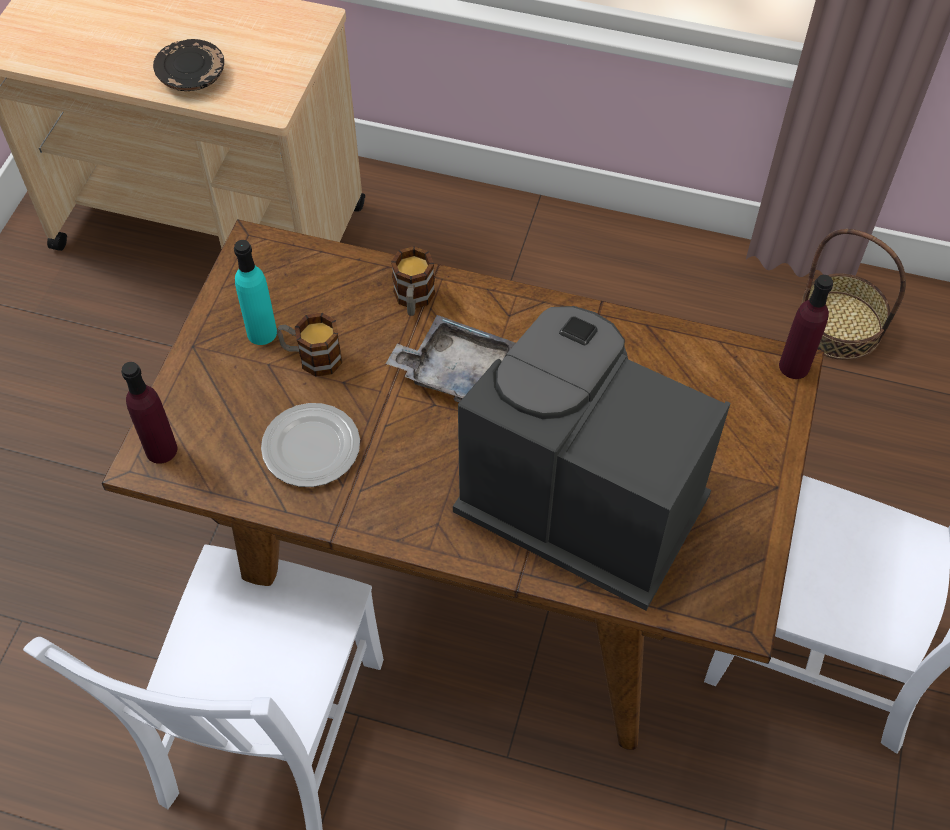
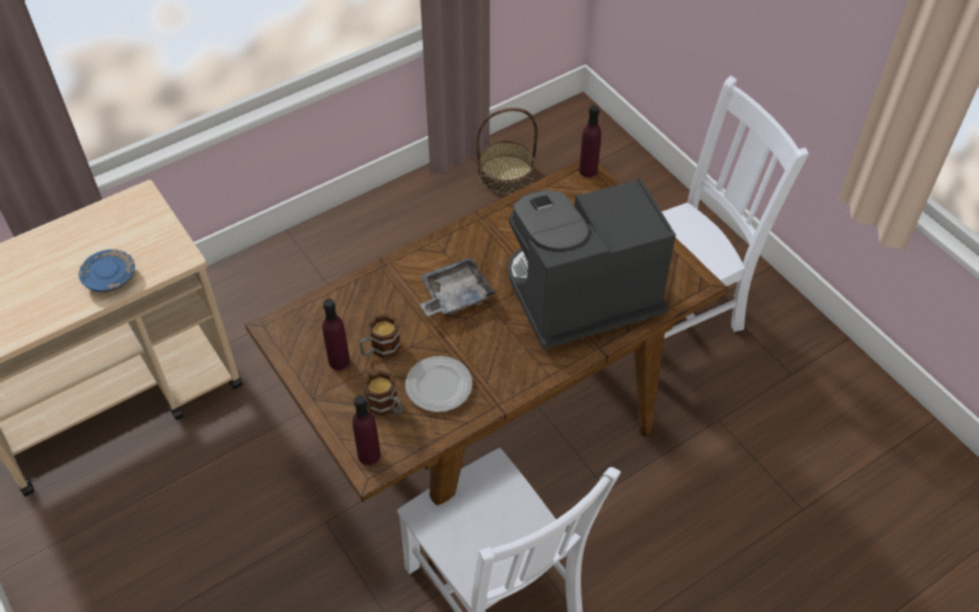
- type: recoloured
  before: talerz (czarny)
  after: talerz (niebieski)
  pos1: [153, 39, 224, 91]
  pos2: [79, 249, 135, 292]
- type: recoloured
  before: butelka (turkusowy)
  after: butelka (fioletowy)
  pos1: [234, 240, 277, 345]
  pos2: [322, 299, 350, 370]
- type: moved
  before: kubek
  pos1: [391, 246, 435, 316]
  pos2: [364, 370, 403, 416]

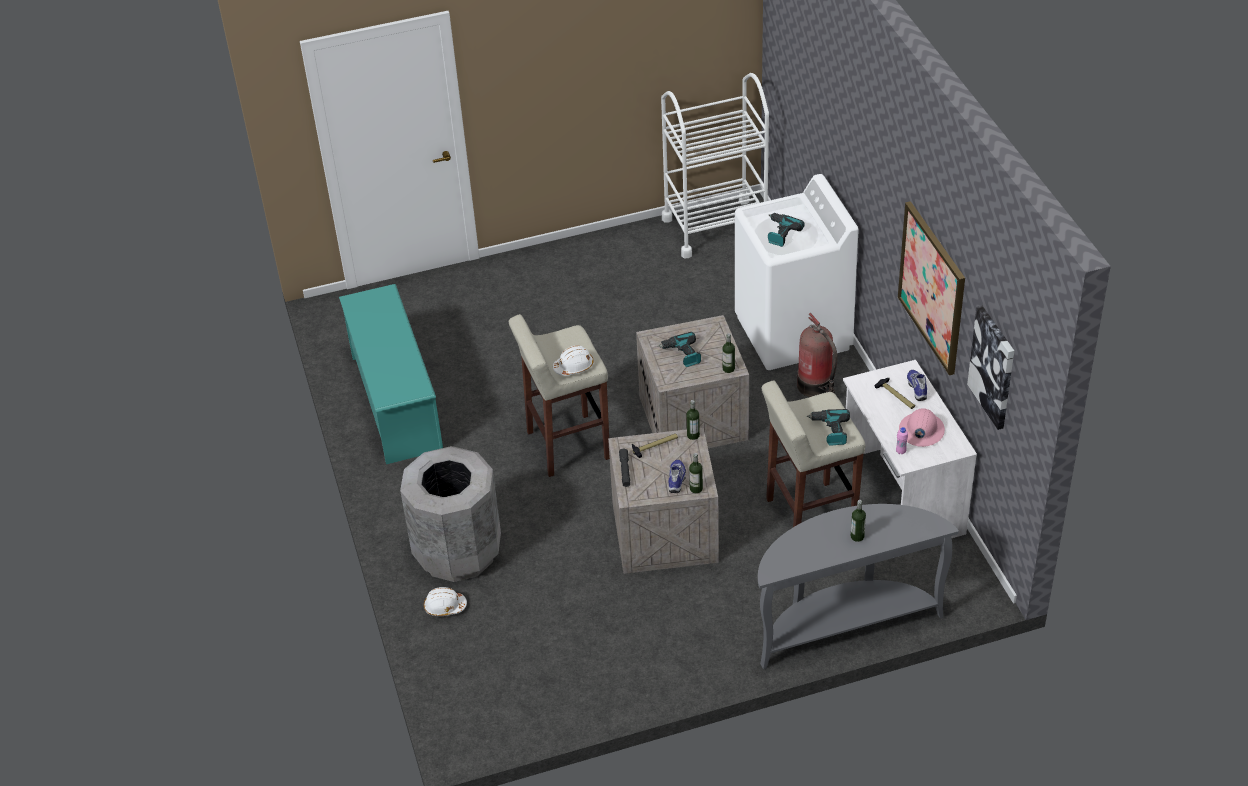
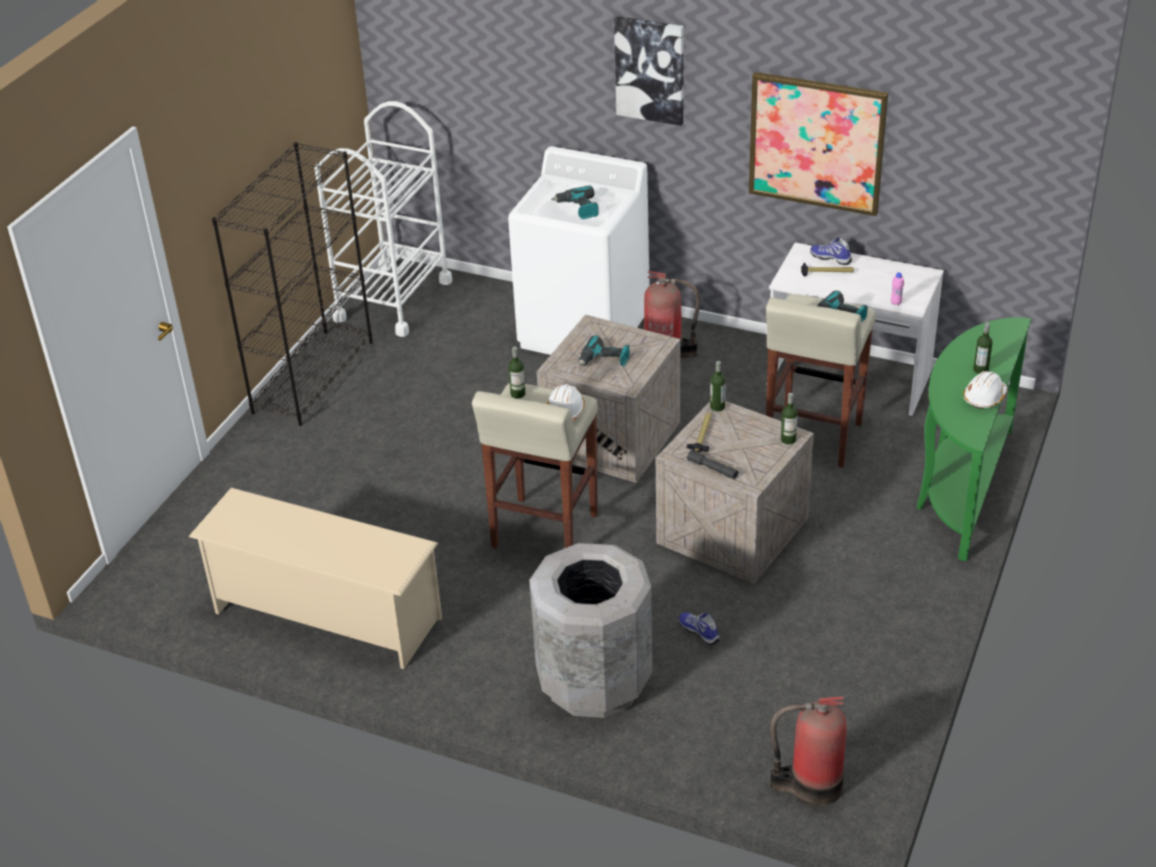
- type: recoloured
  before: regał na buty (turkusowy)
  after: regał na buty (beżowy)
  pos1: [339, 284, 443, 464]
  pos2: [189, 488, 442, 669]
- type: added
  after: regał (czarny)
  pos2: [212, 142, 373, 426]
- type: moved
  before: butelka
  pos1: [723, 333, 735, 373]
  pos2: [508, 346, 525, 399]
- type: moved
  before: obraz
  pos1: [967, 306, 1014, 430]
  pos2: [614, 16, 684, 126]
- type: moved
  before: but
  pos1: [668, 460, 686, 493]
  pos2: [679, 612, 719, 646]
- type: added
  after: gaśnica
  pos2: [770, 696, 847, 806]
- type: recoloured
  before: stolik konsolowy (szary)
  after: stolik konsolowy (zielony)
  pos1: [758, 504, 959, 669]
  pos2: [917, 317, 1031, 561]
- type: moved
  before: kask (biały)
  pos1: [424, 587, 467, 616]
  pos2: [963, 371, 1007, 409]
- type: removed
  before: kask (różowy)
  pos1: [899, 408, 945, 447]

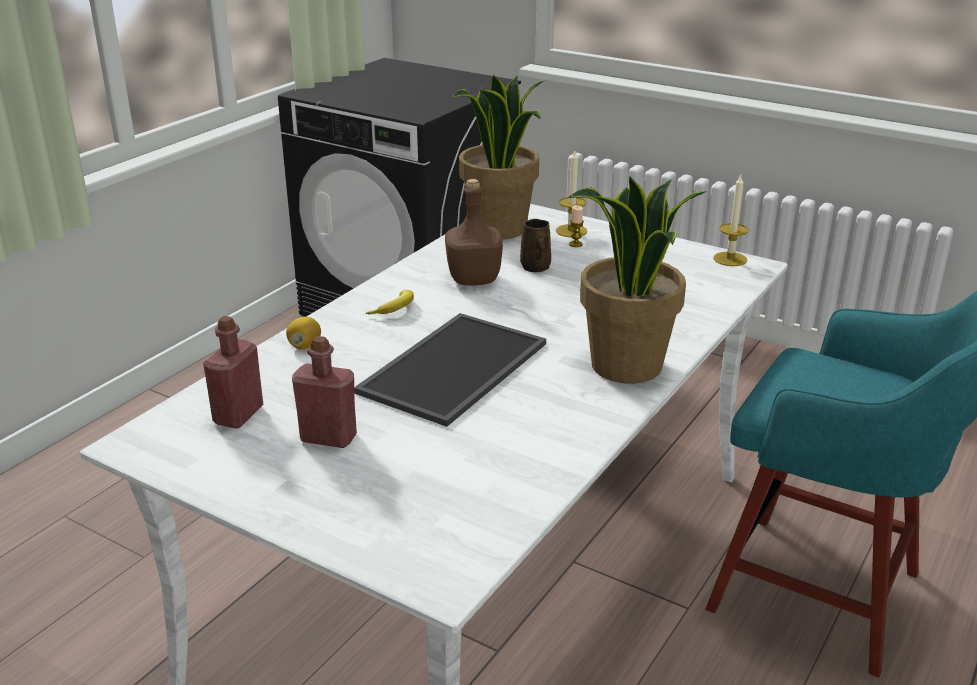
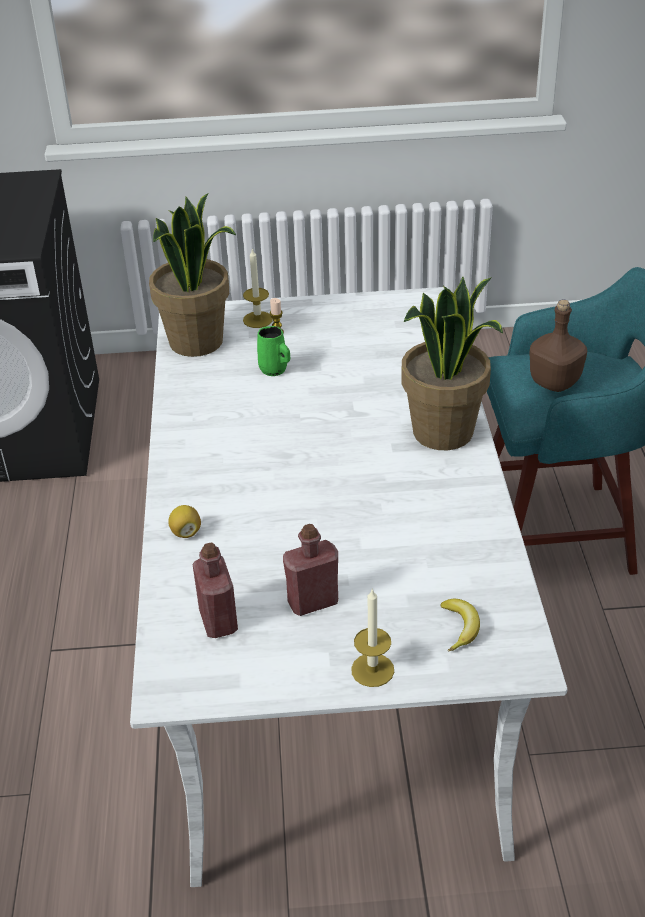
- type: recoloured
  before: kubek (brązowy)
  after: kubek (zielony)
  pos1: [520, 219, 551, 272]
  pos2: [257, 326, 290, 376]
- type: moved
  before: świeca
  pos1: [714, 174, 749, 266]
  pos2: [351, 588, 394, 687]
- type: moved
  before: banan
  pos1: [365, 290, 414, 315]
  pos2: [440, 599, 480, 652]
- type: moved
  before: butelka (brązowy)
  pos1: [445, 179, 503, 286]
  pos2: [530, 300, 587, 392]
- type: removed
  before: taca
  pos1: [354, 313, 546, 427]

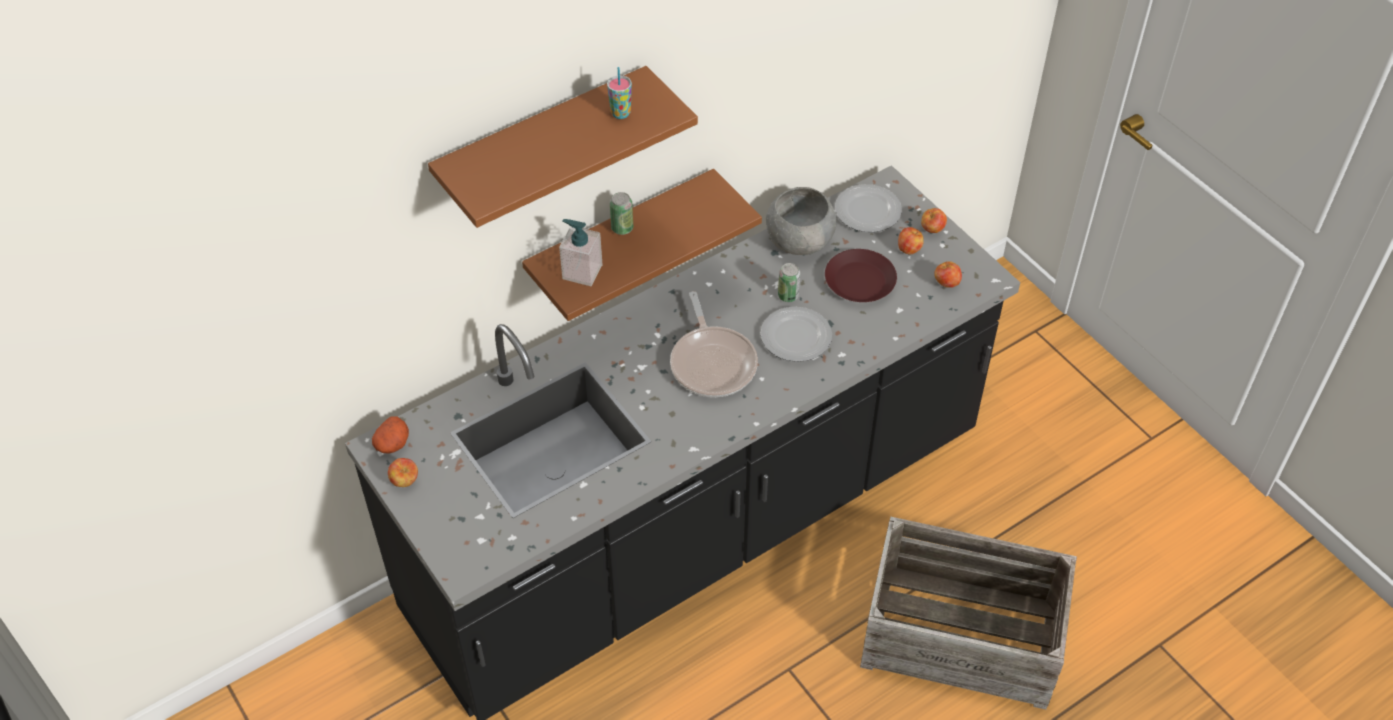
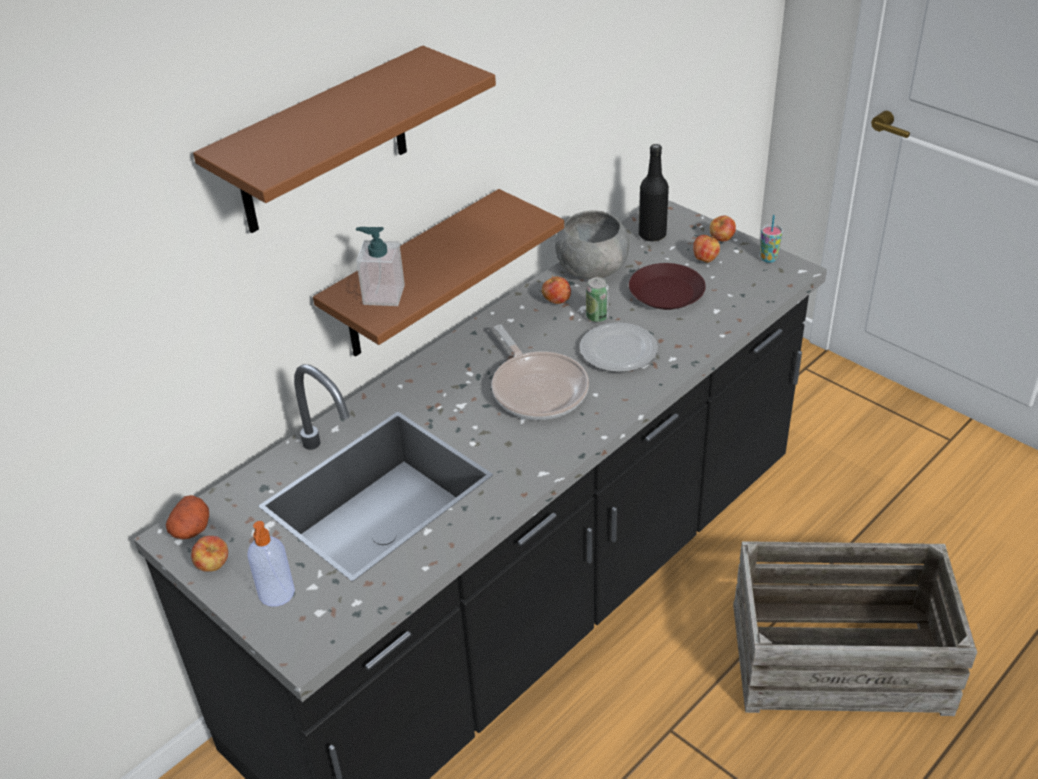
- type: added
  after: dozownik mydła
  pos2: [248, 521, 295, 607]
- type: moved
  before: jabłko
  pos1: [934, 261, 962, 288]
  pos2: [542, 275, 571, 304]
- type: replaced
  before: talerz
  after: butelka (czarny)
  pos1: [835, 184, 902, 232]
  pos2: [639, 144, 669, 242]
- type: moved
  before: filiżanka
  pos1: [607, 67, 632, 119]
  pos2: [760, 215, 783, 263]
- type: removed
  before: puszka
  pos1: [610, 192, 633, 235]

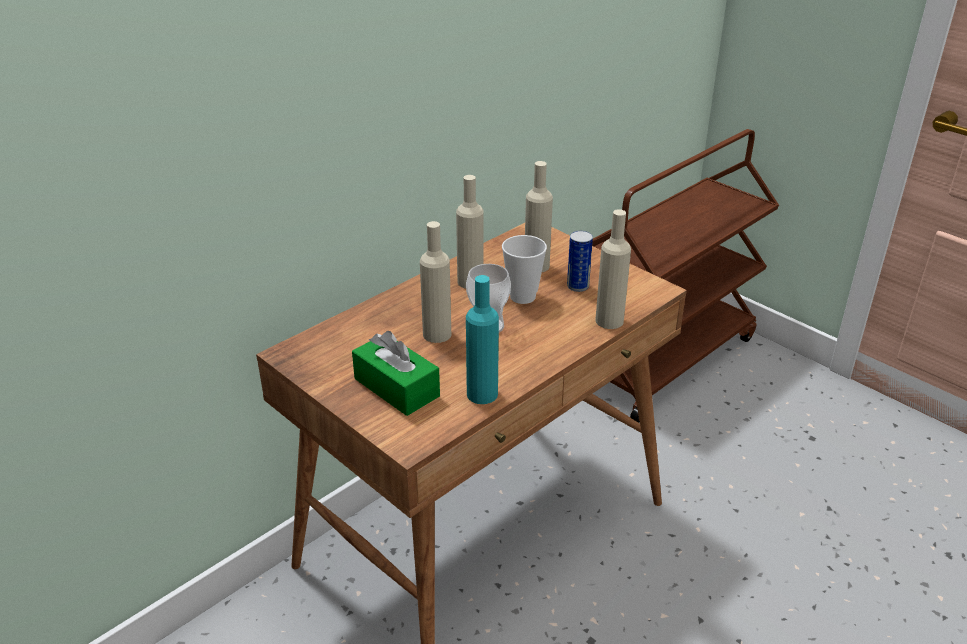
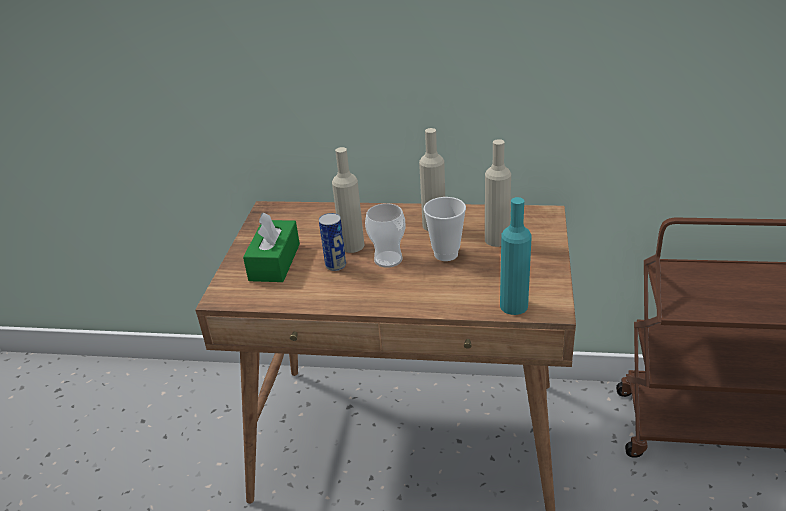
- type: moved
  before: puszka
  pos1: [567, 231, 593, 292]
  pos2: [319, 213, 346, 271]
- type: moved
  before: butelka (turkusowy)
  pos1: [466, 275, 499, 404]
  pos2: [500, 197, 532, 315]
- type: removed
  before: butelka (beżowy)
  pos1: [595, 209, 631, 329]

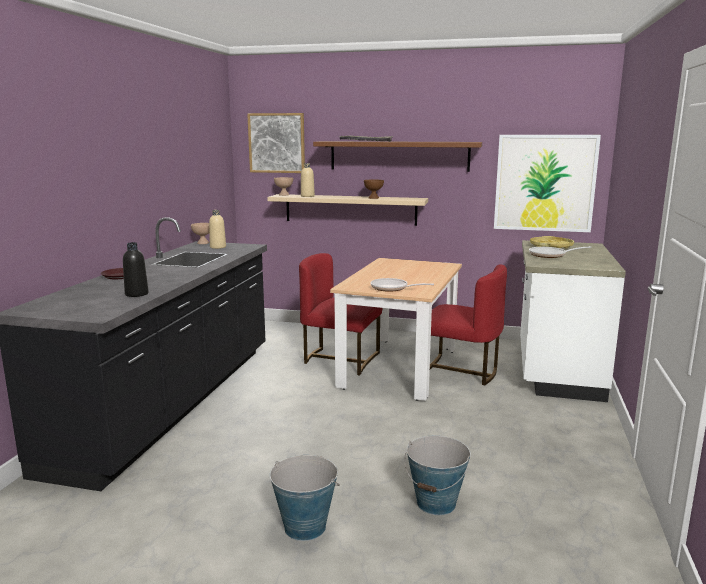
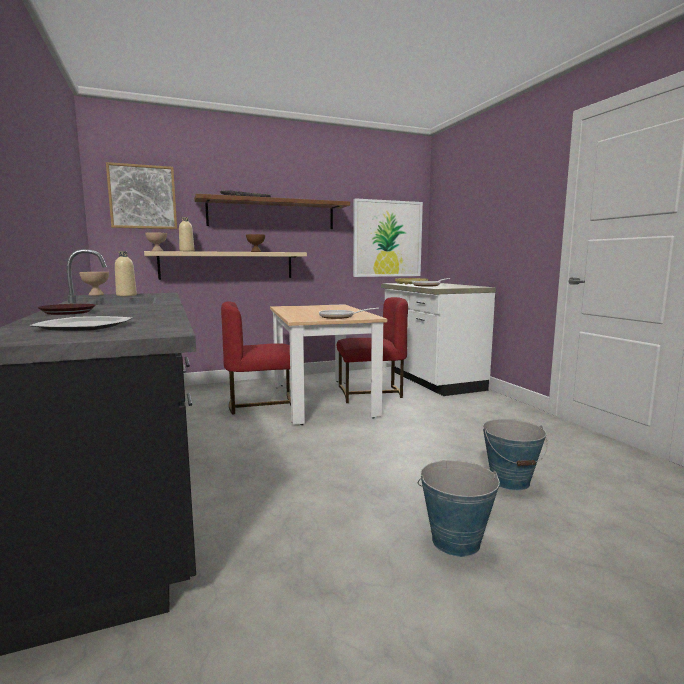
- type: added
  after: talerz
  pos2: [29, 316, 132, 331]
- type: removed
  before: butelka (czarny)
  pos1: [123, 242, 149, 297]

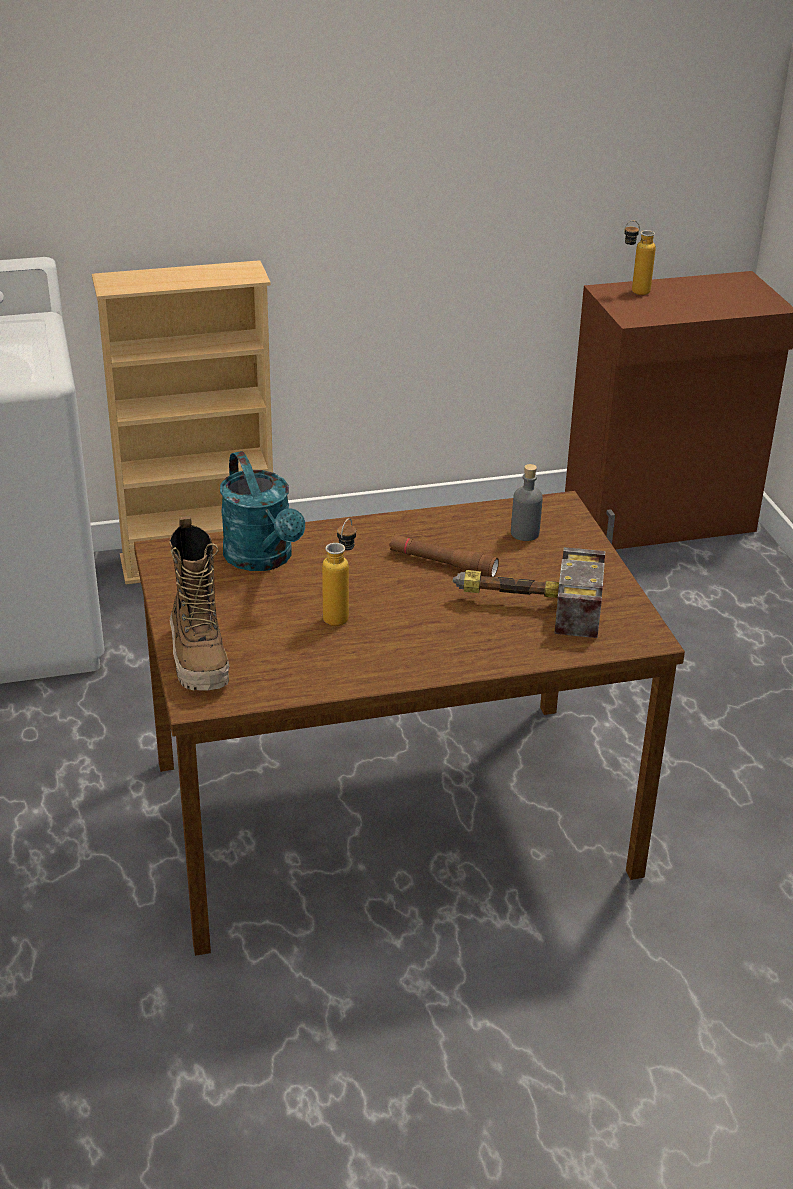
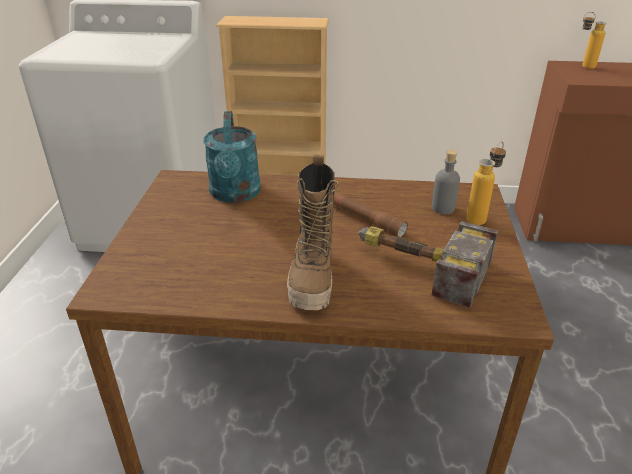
- type: moved
  before: but z cholewką
  pos1: [169, 516, 229, 691]
  pos2: [287, 155, 339, 310]
- type: moved
  before: butelka
  pos1: [322, 518, 356, 626]
  pos2: [466, 142, 506, 225]

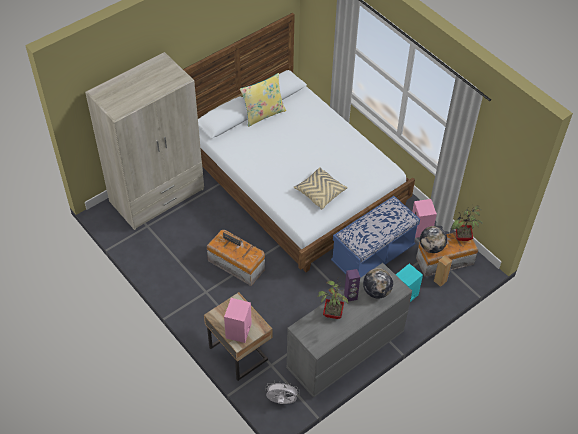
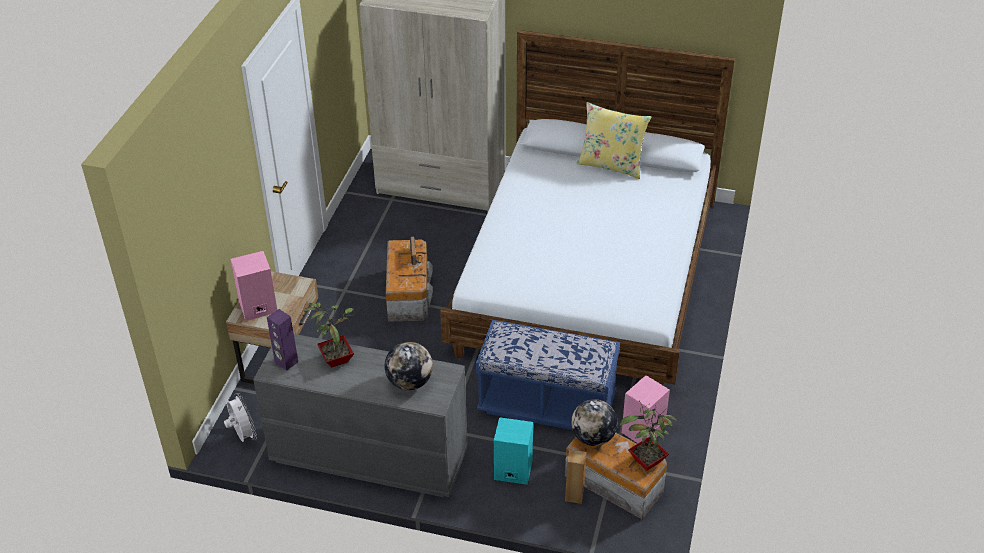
- type: moved
  before: głośnik (fioletowy)
  pos1: [344, 269, 360, 302]
  pos2: [267, 309, 298, 371]
- type: removed
  before: poduszka (beżowy)
  pos1: [294, 167, 348, 210]

